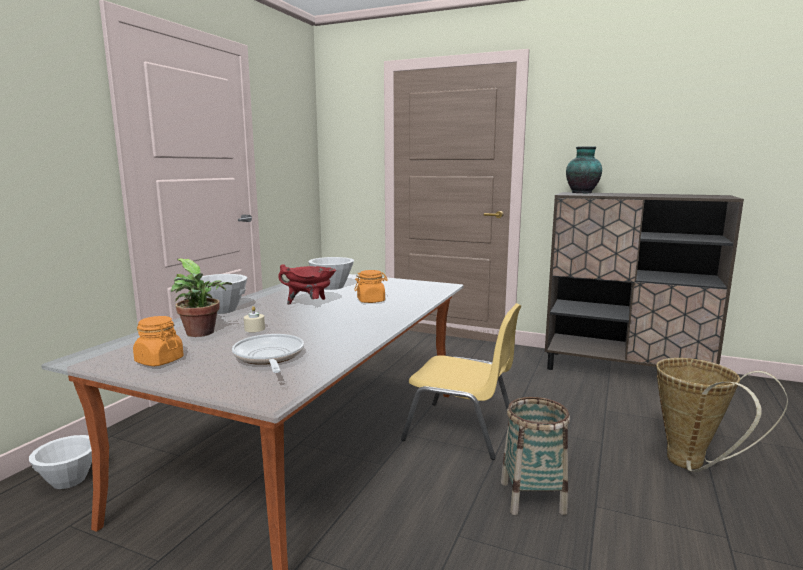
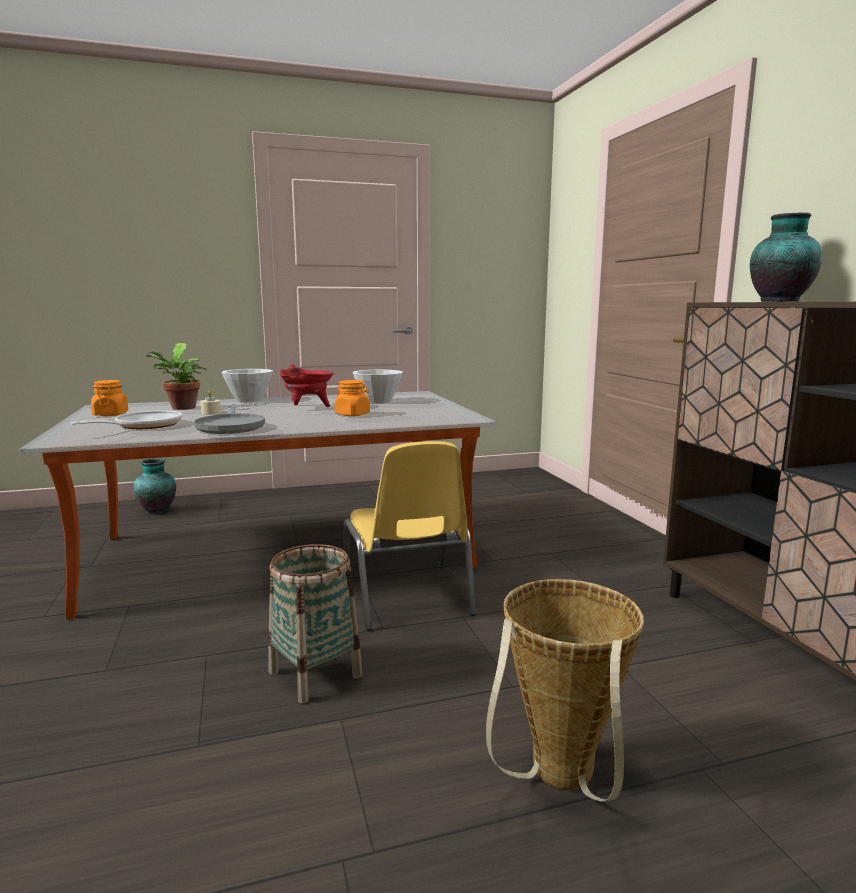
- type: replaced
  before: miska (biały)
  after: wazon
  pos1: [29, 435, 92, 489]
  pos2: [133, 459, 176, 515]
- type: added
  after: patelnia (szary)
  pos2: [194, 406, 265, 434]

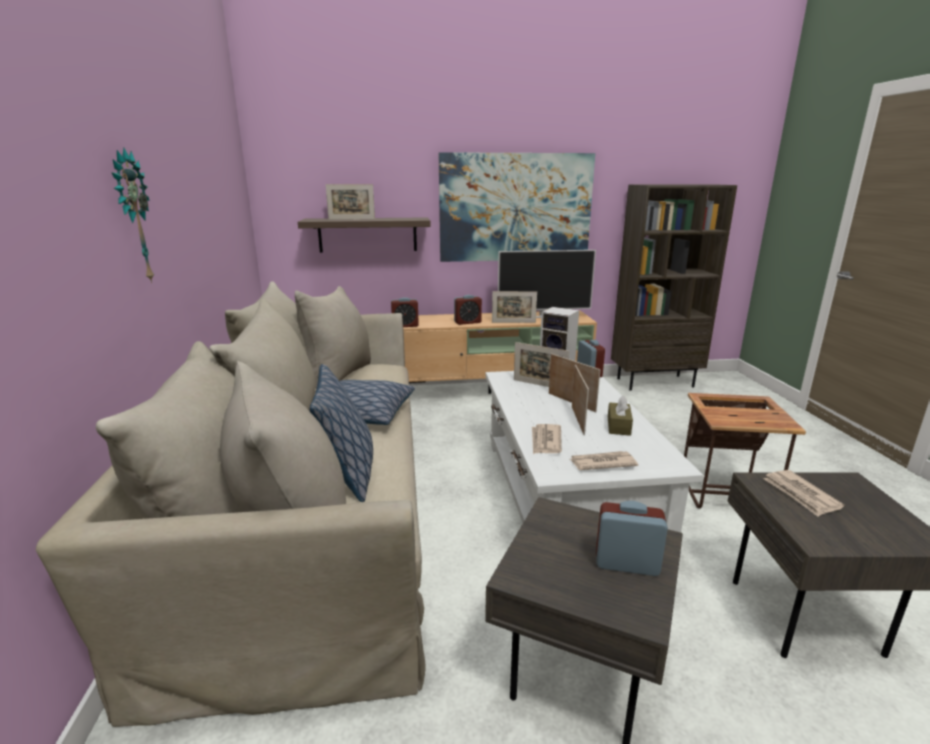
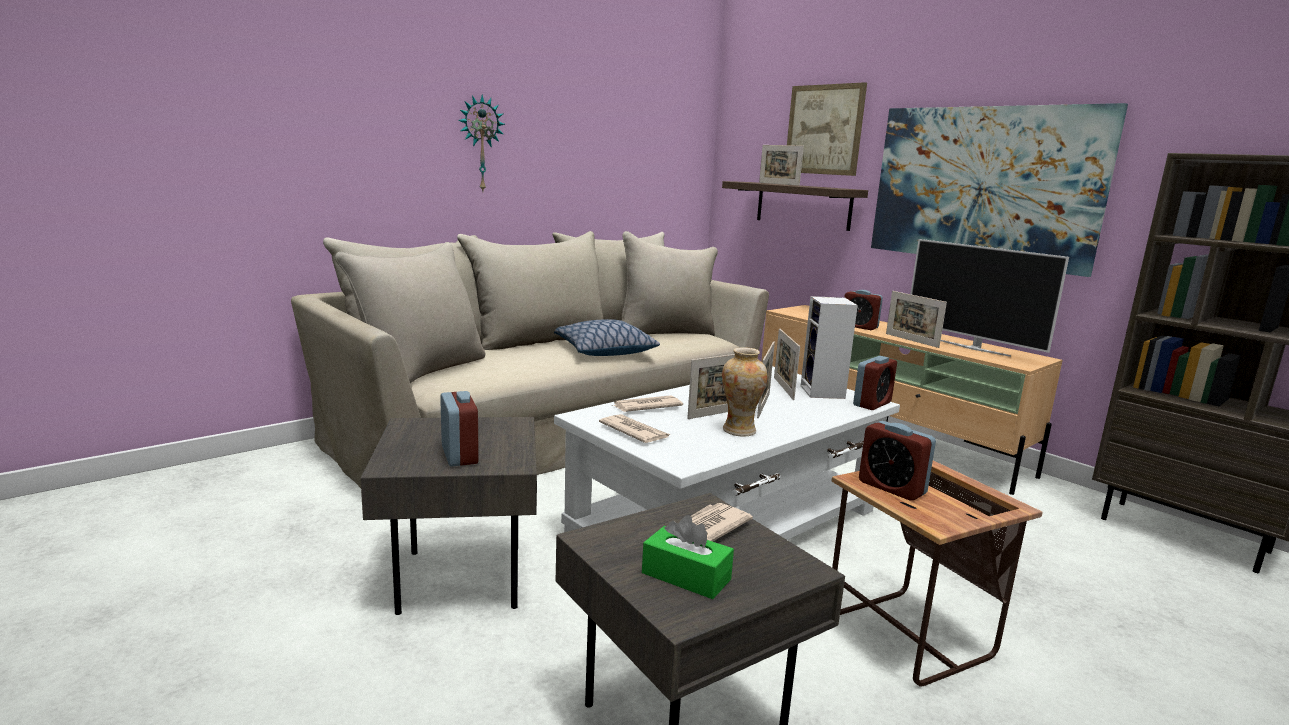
- type: added
  after: pudełko chusteczek (zielony)
  pos2: [642, 515, 734, 599]
- type: replaced
  before: pudełko chusteczek (brązowy)
  after: wazon
  pos1: [608, 395, 633, 436]
  pos2: [722, 347, 768, 437]
- type: added
  after: obraz
  pos2: [787, 82, 867, 176]
- type: moved
  before: budzik
  pos1: [391, 297, 419, 327]
  pos2: [859, 421, 936, 501]
- type: removed
  before: poduszka
  pos1: [310, 364, 373, 502]

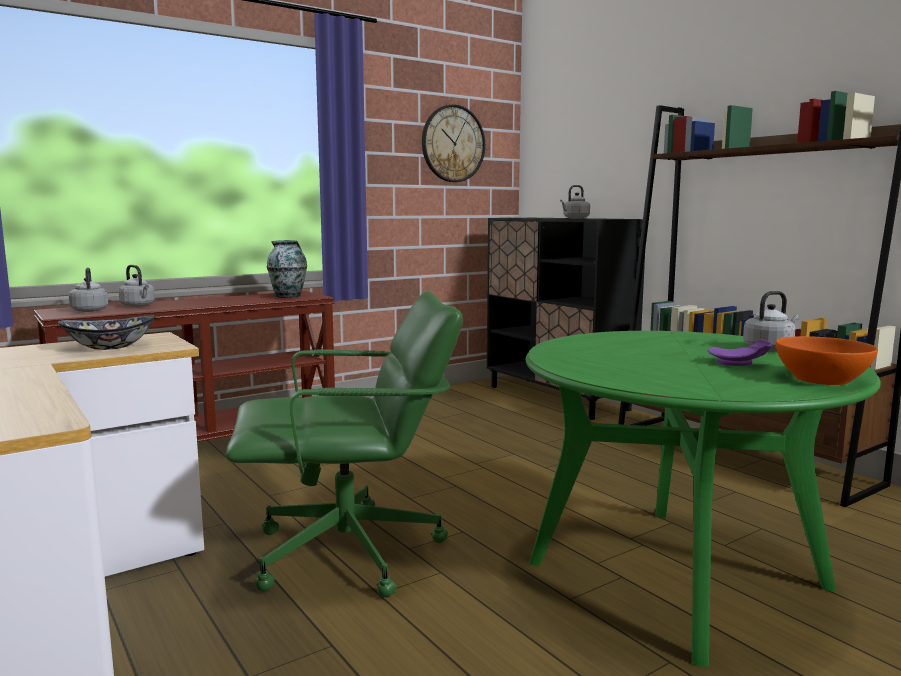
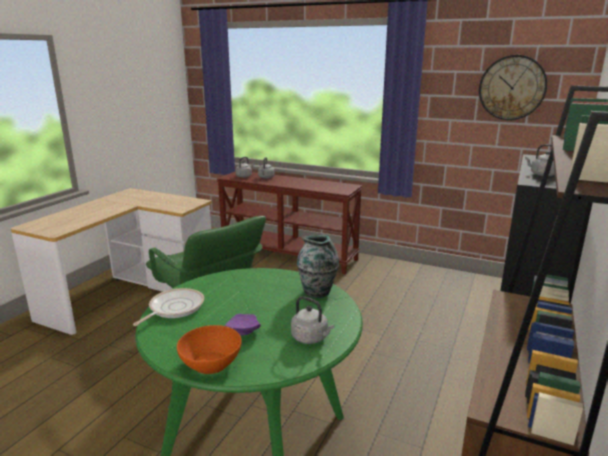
- type: added
  after: patelnia
  pos2: [133, 288, 204, 326]
- type: moved
  before: wazon
  pos1: [267, 240, 307, 298]
  pos2: [297, 235, 339, 298]
- type: removed
  before: miska
  pos1: [58, 315, 155, 350]

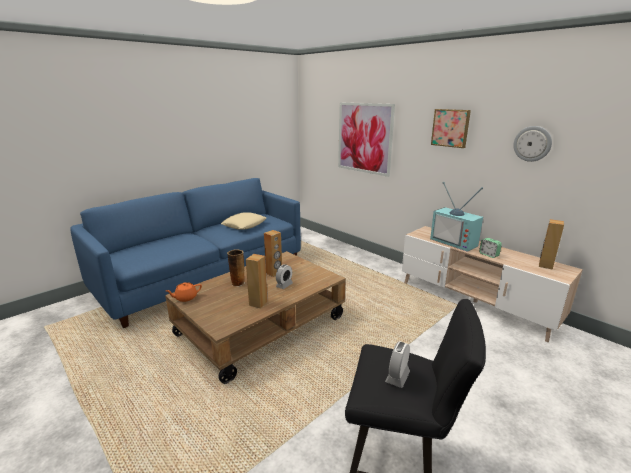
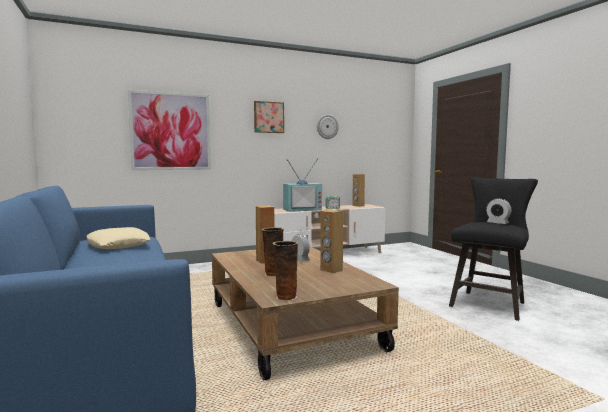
- type: replaced
  before: imbryk (pomarańczowy)
  after: wazon
  pos1: [166, 282, 202, 302]
  pos2: [273, 241, 298, 301]

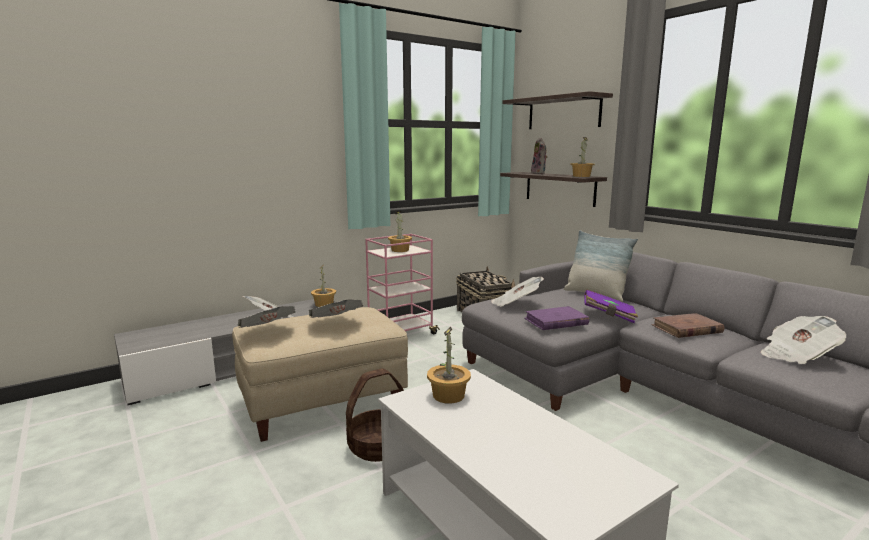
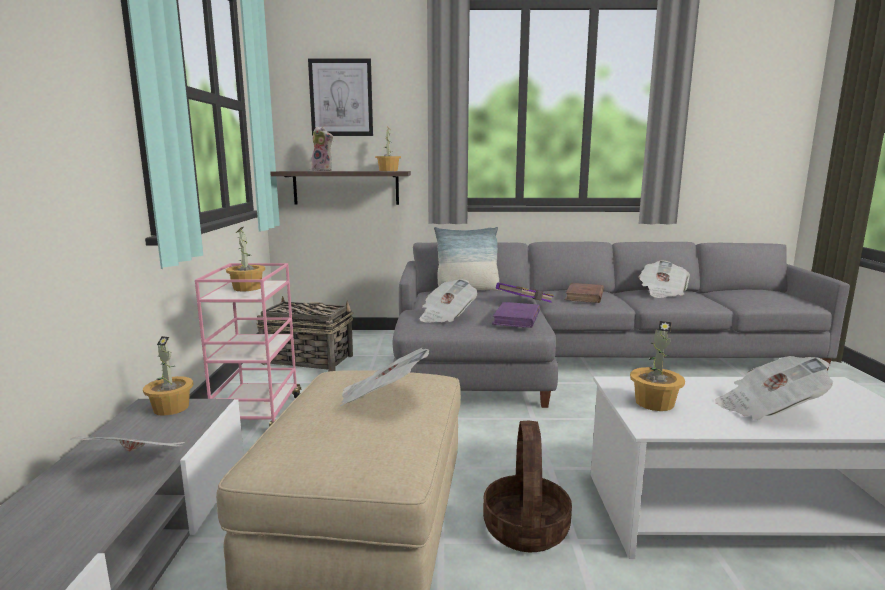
- type: replaced
  before: półka
  after: obraz
  pos1: [502, 91, 613, 129]
  pos2: [308, 59, 373, 136]
- type: moved
  before: gazeta
  pos1: [238, 306, 296, 328]
  pos2: [715, 356, 833, 420]

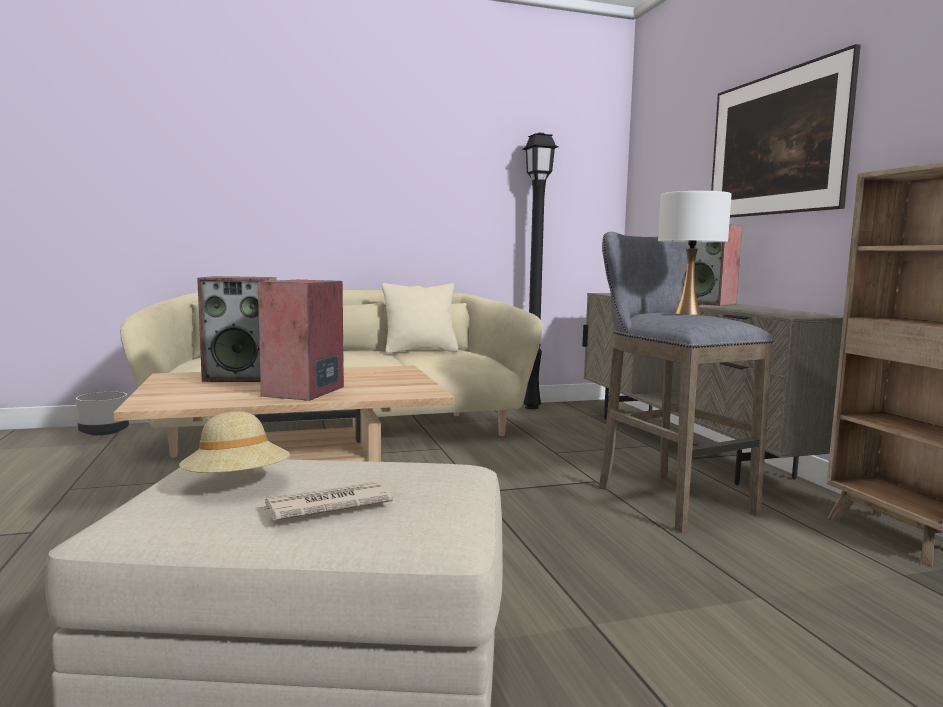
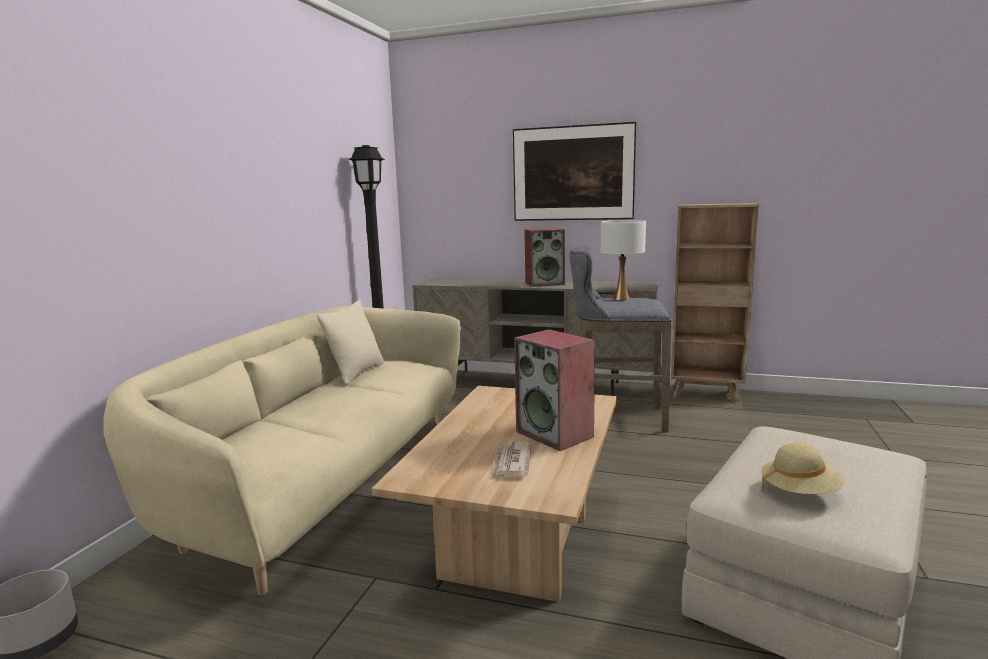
- type: moved
  before: gazeta
  pos1: [260, 482, 393, 520]
  pos2: [493, 442, 532, 479]
- type: removed
  before: głośnik
  pos1: [197, 276, 277, 382]

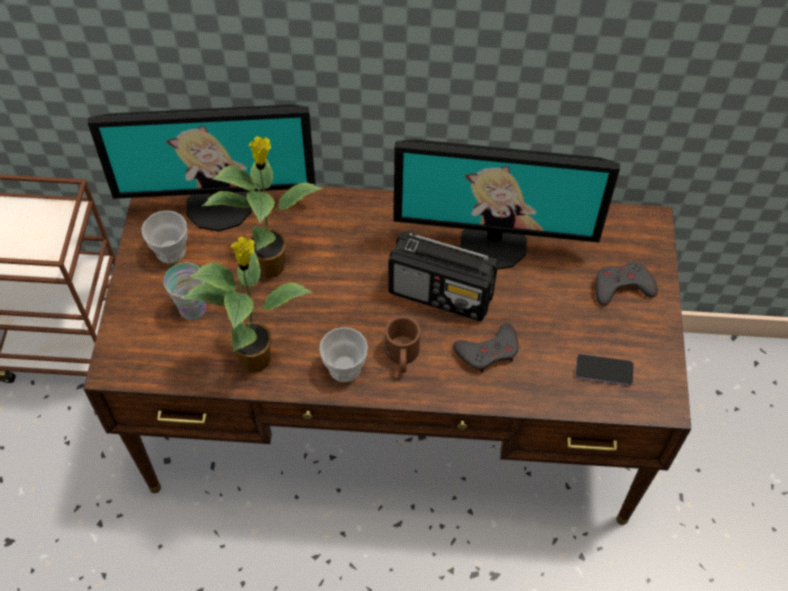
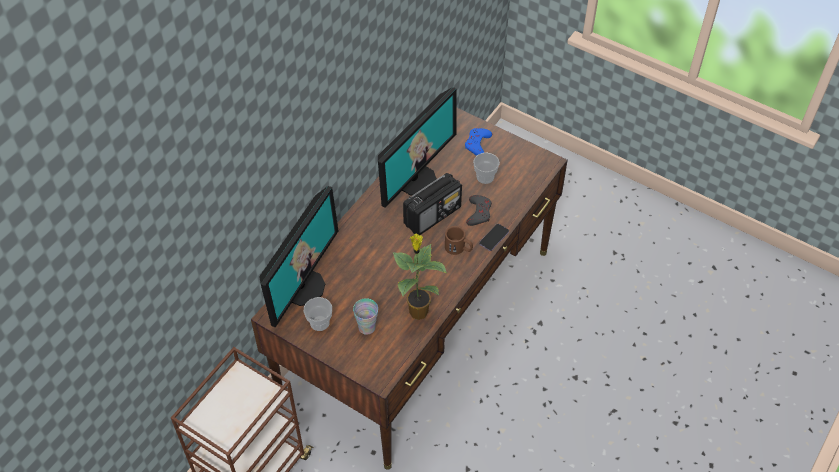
- type: recoloured
  before: pad do gier (szary)
  after: pad do gier (niebieski)
  pos1: [596, 262, 658, 306]
  pos2: [465, 128, 492, 156]
- type: moved
  before: filiżanka
  pos1: [319, 327, 368, 382]
  pos2: [473, 153, 500, 184]
- type: moved
  before: telefon
  pos1: [575, 354, 634, 386]
  pos2: [479, 224, 509, 251]
- type: removed
  before: roślina doniczkowa
  pos1: [202, 136, 323, 278]

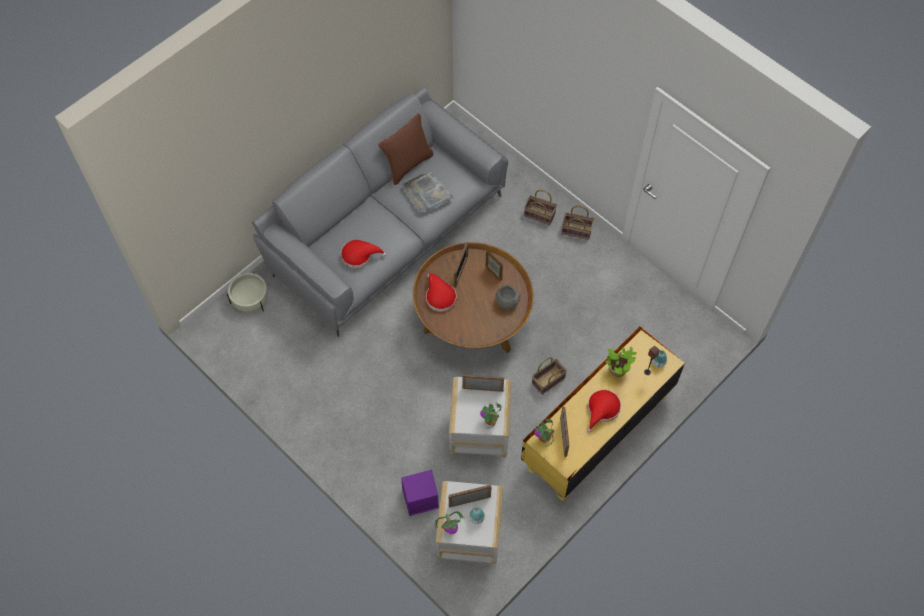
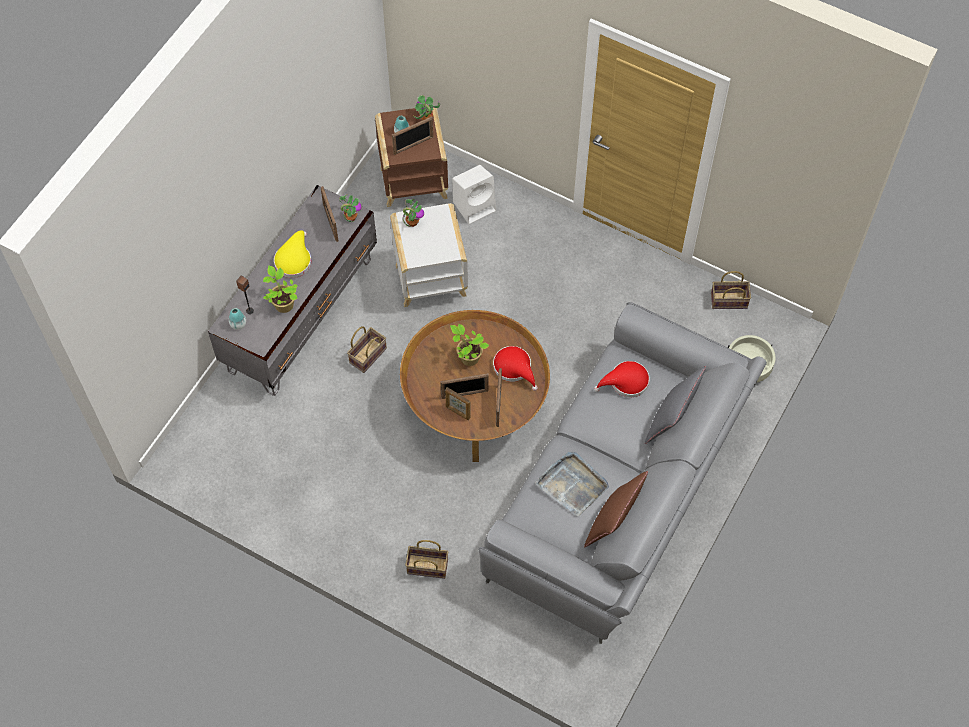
- type: recoloured
  before: szafka pod telewizor (żółty)
  after: szafka pod telewizor (szary)
  pos1: [521, 327, 685, 501]
  pos2: [208, 185, 377, 396]
- type: recoloured
  before: kapelusz (czerwony)
  after: kapelusz (żółty)
  pos1: [587, 390, 621, 433]
  pos2: [274, 230, 311, 278]
- type: recoloured
  before: stolik (biały)
  after: stolik (brązowy)
  pos1: [436, 481, 503, 564]
  pos2: [375, 108, 448, 207]
- type: moved
  before: ramka na zdjęcie
  pos1: [462, 374, 504, 392]
  pos2: [440, 373, 489, 399]
- type: added
  after: roślina doniczkowa
  pos2: [450, 324, 489, 366]
- type: recoloured
  before: głośnik (fioletowy)
  after: głośnik (biały)
  pos1: [401, 470, 439, 516]
  pos2: [452, 165, 497, 224]
- type: added
  after: poduszka (szary)
  pos2: [645, 366, 706, 444]
- type: moved
  before: koszyk
  pos1: [561, 206, 594, 240]
  pos2: [711, 271, 751, 309]
- type: removed
  before: miska (szary)
  pos1: [495, 285, 520, 309]

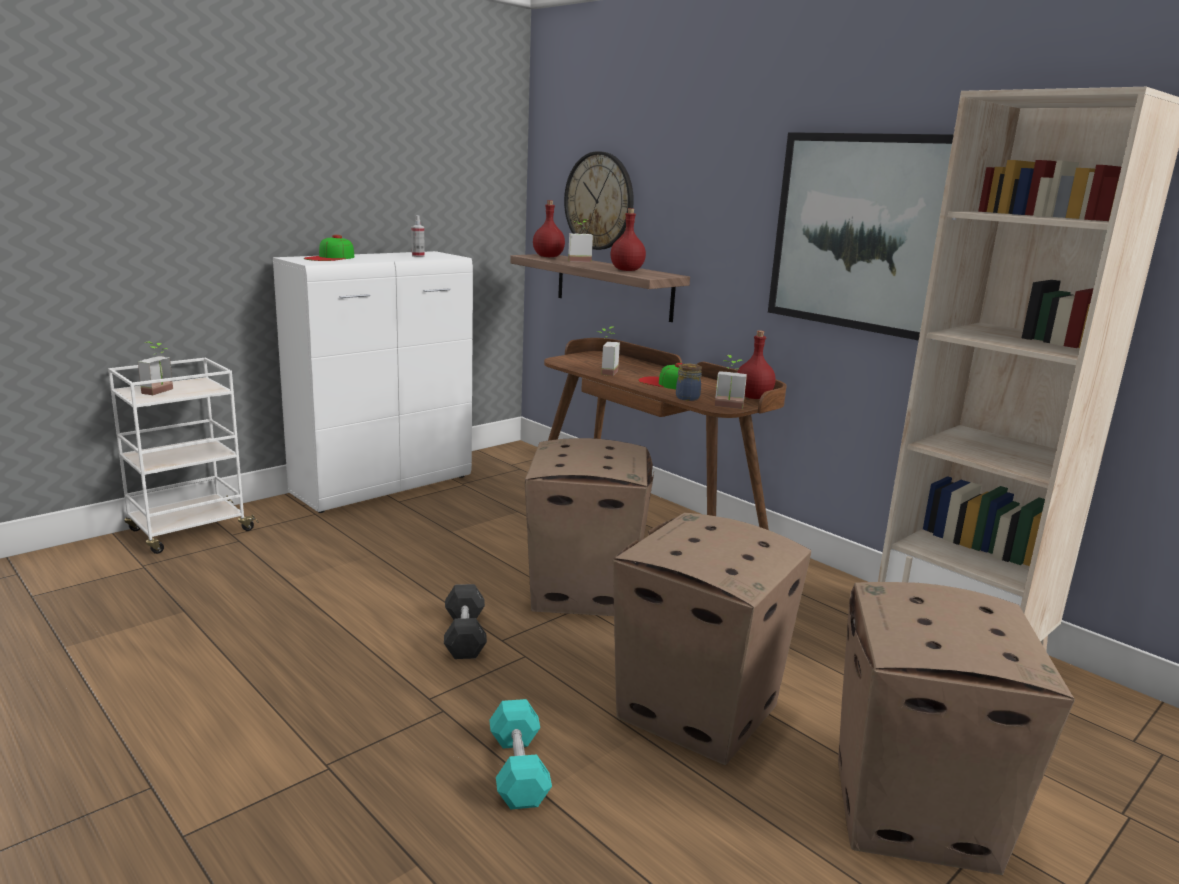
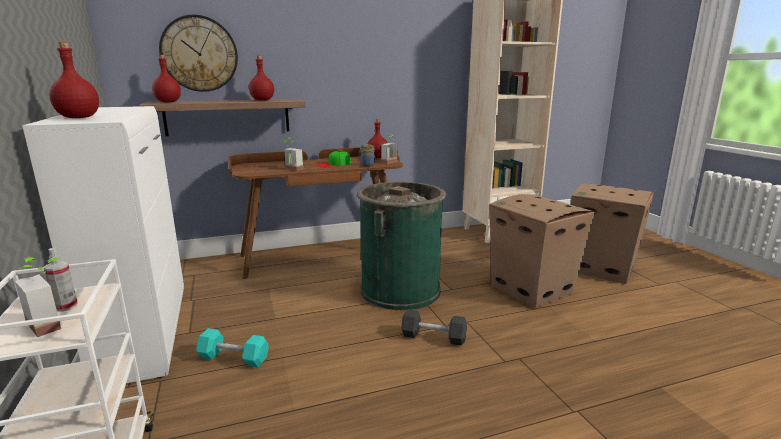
- type: moved
  before: spryskiwacz
  pos1: [411, 215, 425, 257]
  pos2: [44, 248, 78, 311]
- type: replaced
  before: czapka z daszkiem
  after: butelka (czerwony)
  pos1: [304, 235, 354, 261]
  pos2: [49, 42, 99, 118]
- type: moved
  before: hantel (turkusowy)
  pos1: [489, 699, 552, 809]
  pos2: [196, 328, 269, 367]
- type: replaced
  before: karton
  after: kosz na śmieci (zielony)
  pos1: [525, 438, 654, 616]
  pos2: [357, 182, 446, 310]
- type: removed
  before: roślina doniczkowa
  pos1: [568, 219, 593, 262]
- type: removed
  before: obraz
  pos1: [768, 132, 953, 341]

